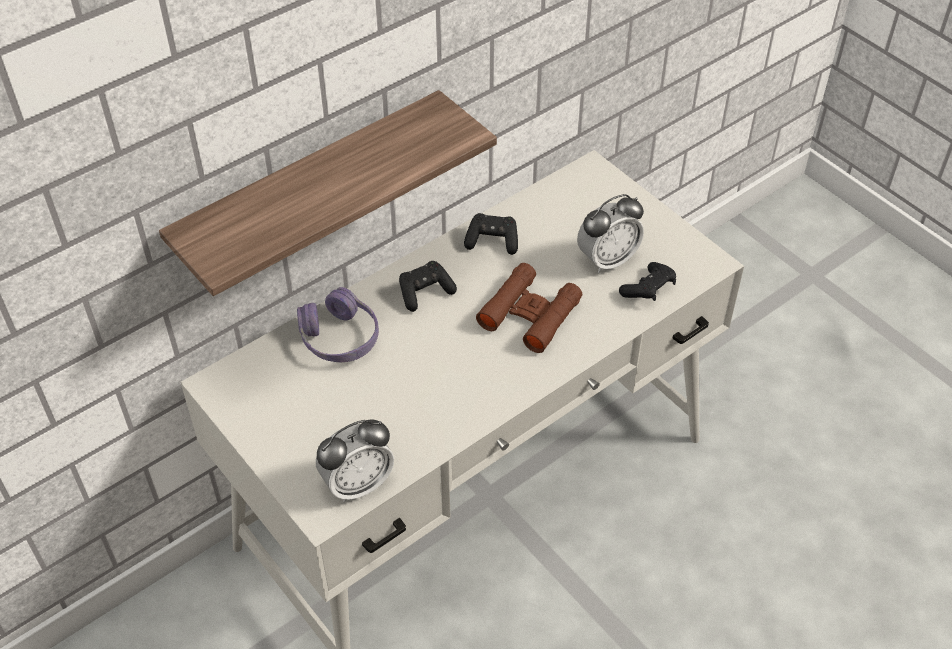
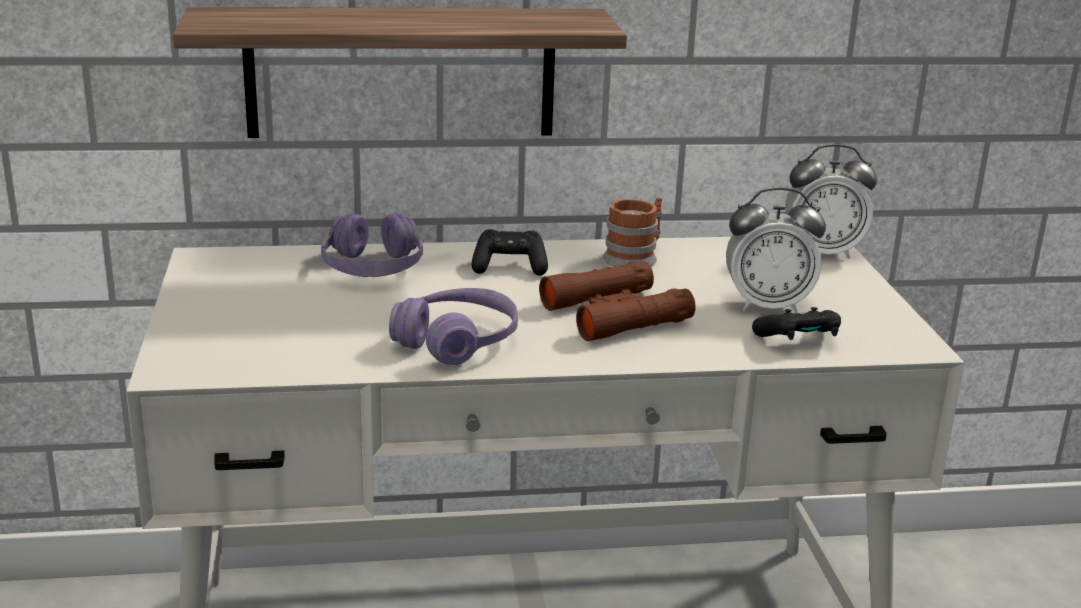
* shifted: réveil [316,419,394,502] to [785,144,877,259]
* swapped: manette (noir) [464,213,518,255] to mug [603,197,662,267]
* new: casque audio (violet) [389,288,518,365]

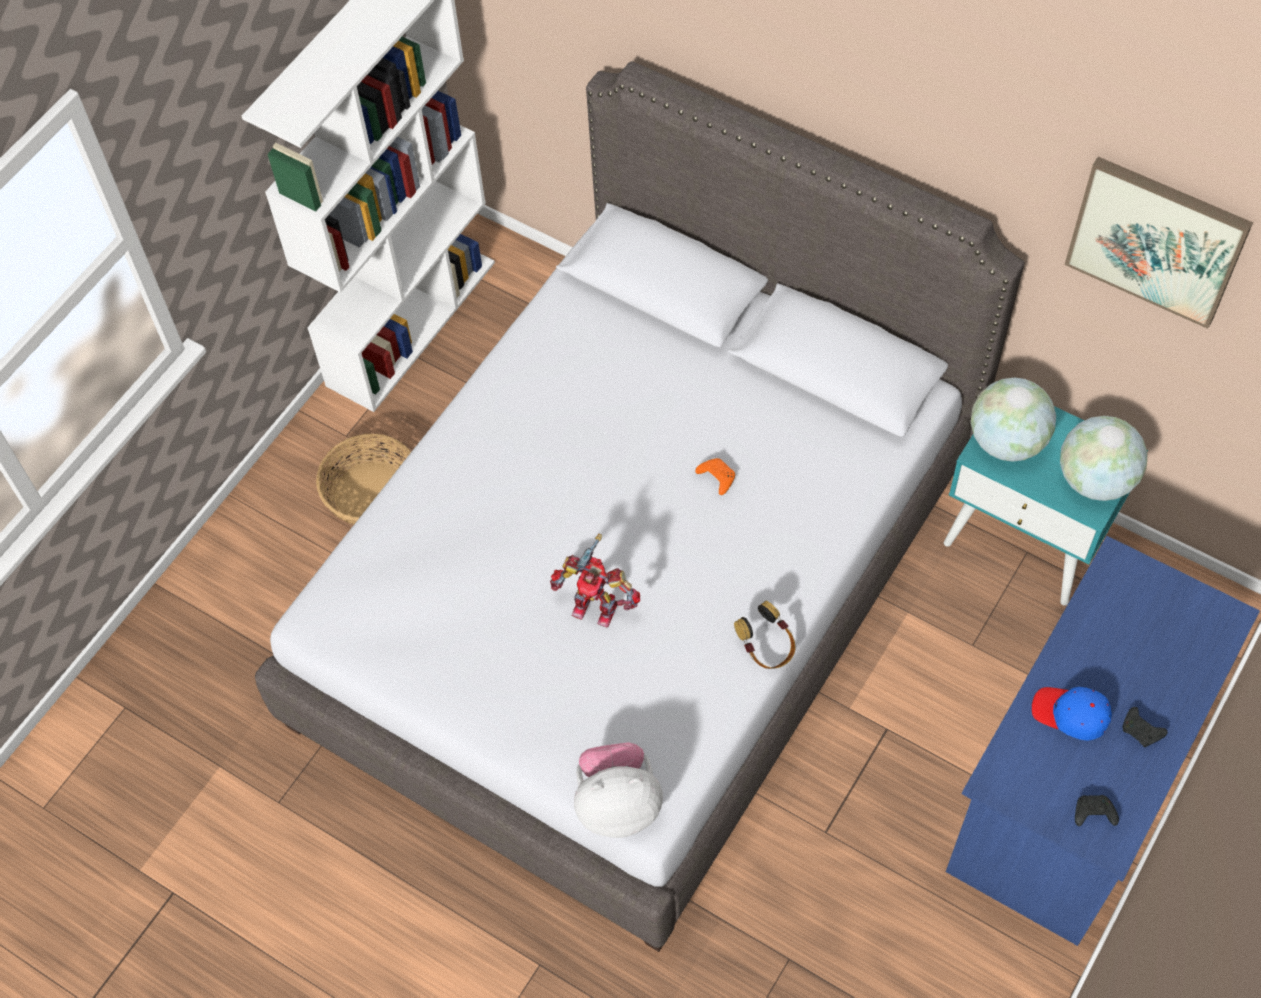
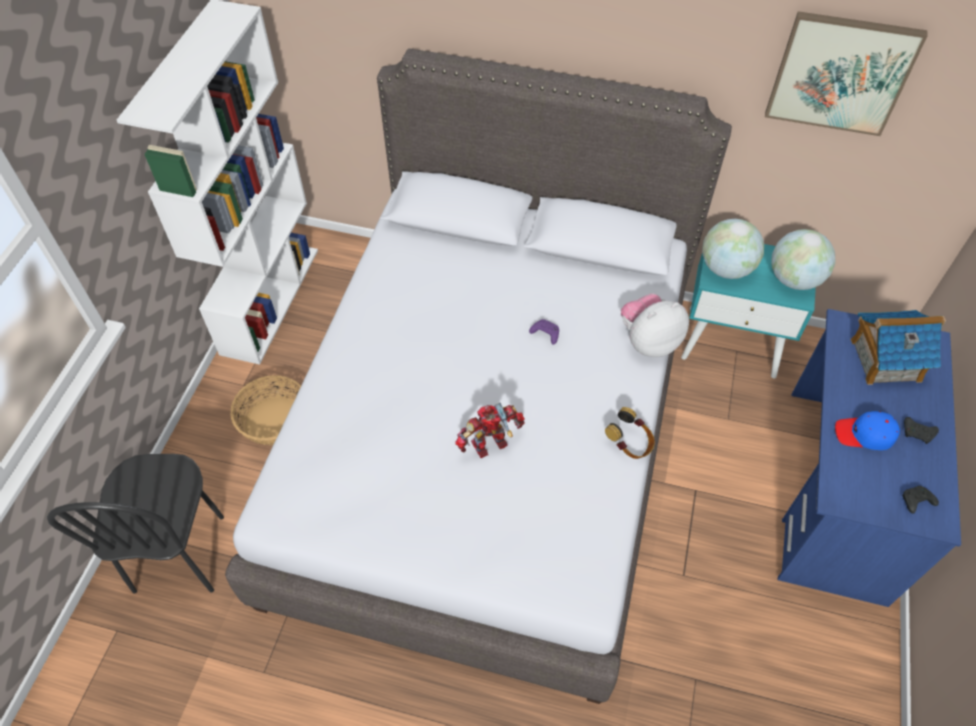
* rotated: robot jouet [550,534,640,627] = [456,403,525,458] 150 degrees clockwise
* shifted: peluche [574,742,663,838] to [621,294,689,357]
* repainted: manette (orange) [695,458,735,495] to manette (violet) [529,319,559,344]
* new: chaise (noir) [47,454,224,594]
* new: maison miniature [850,310,946,385]

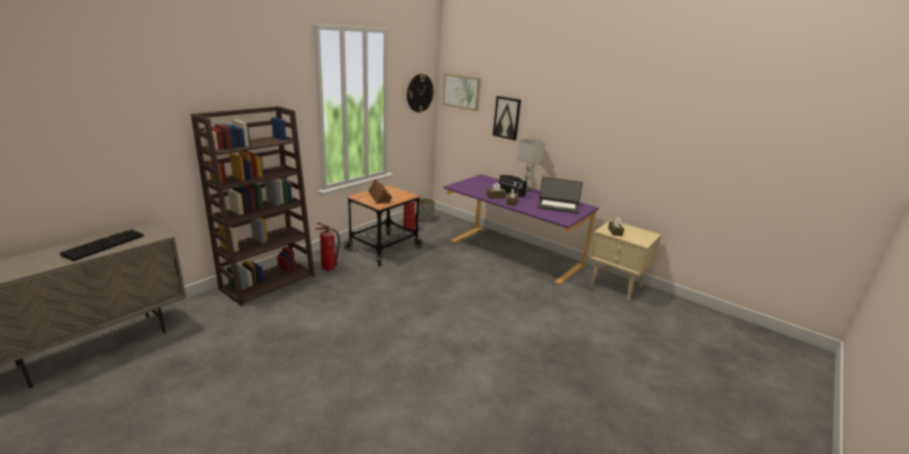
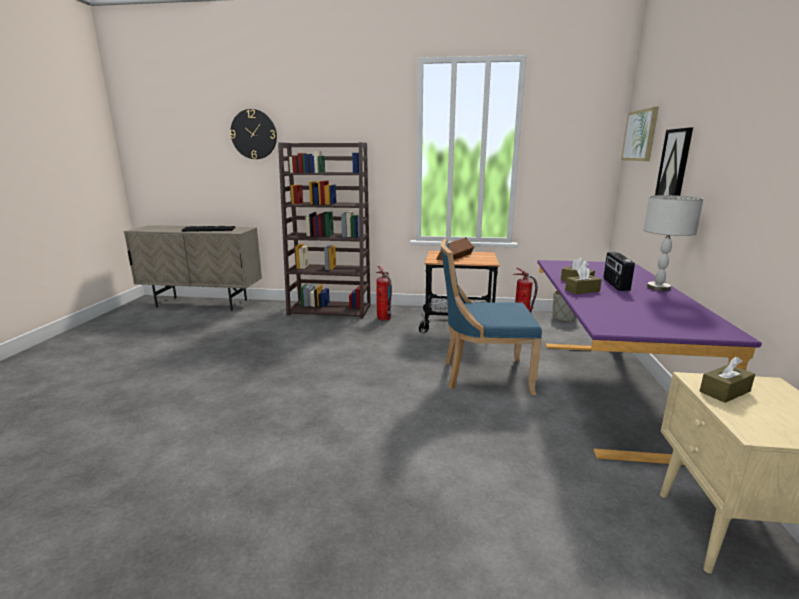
* shifted: horloge murale [407,74,434,113] to [230,109,277,159]
* gone: ordinateur portable [537,177,583,214]
* new: chaise (bleu) [441,238,542,395]

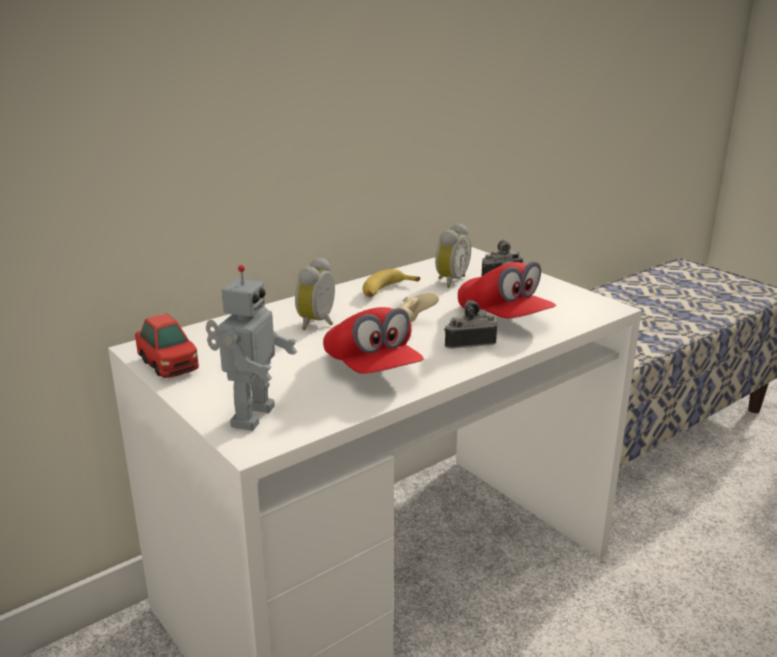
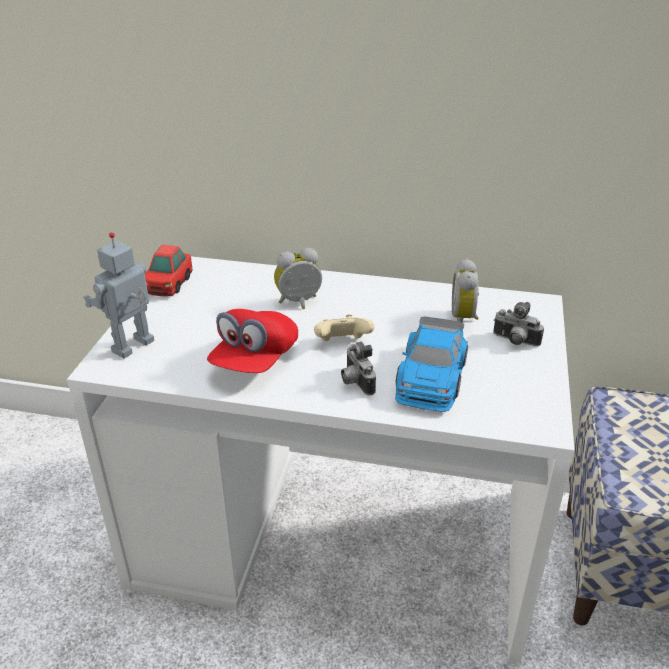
* rotated: robot jouet [206,265,297,431] = [84,233,154,358] 150 degrees clockwise
* gone: banane [362,269,420,297]
* rotated: réveil [435,223,471,288] = [452,258,479,322] 105 degrees clockwise
* rotated: appareil photo [444,300,497,349] = [341,342,376,395] 150 degrees counterclockwise
* swapped: casquette (rouge) [458,261,556,318] to petite voiture [395,317,468,412]

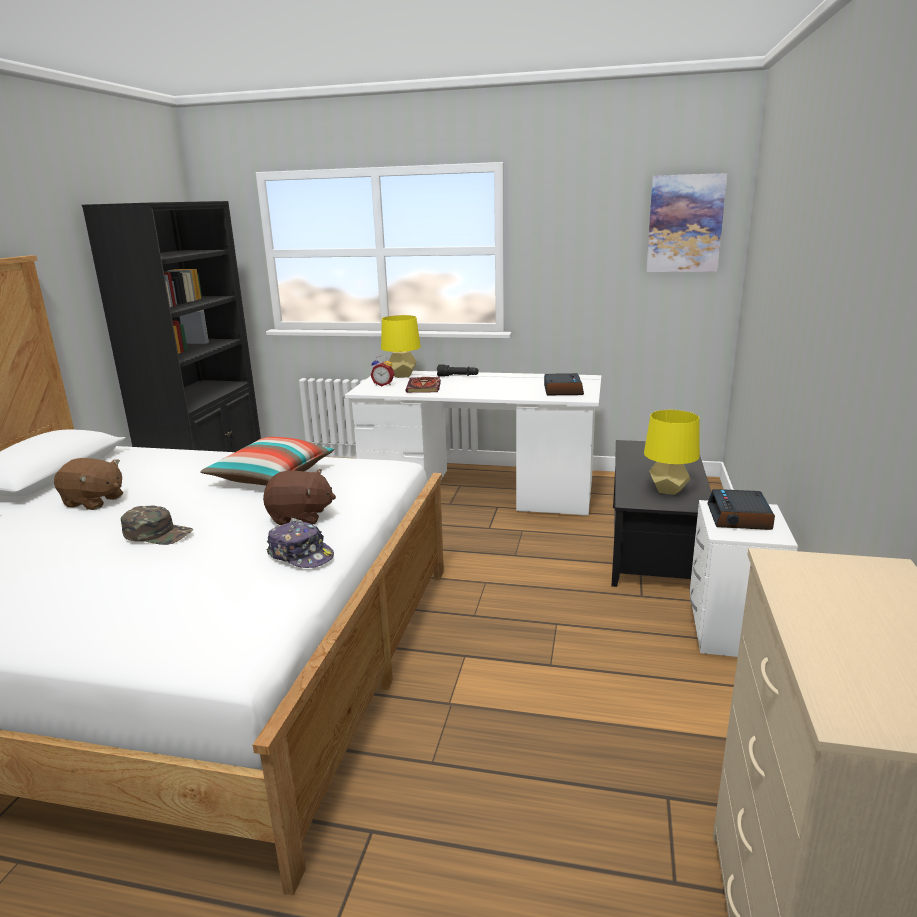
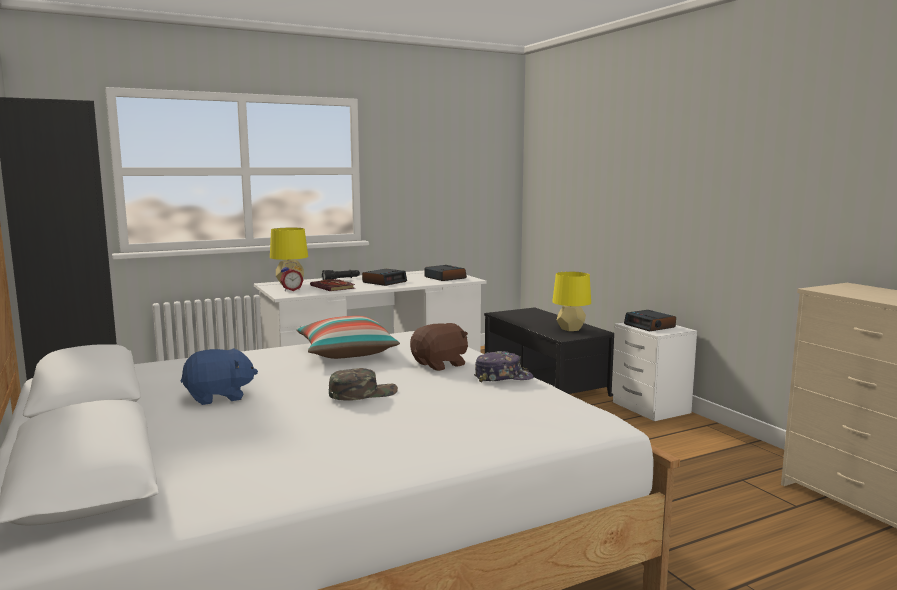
* repainted: peluche (marron) [54,458,123,510] to peluche (bleu) [181,349,258,405]
* gone: tableau [646,173,727,272]
* new: réveil [362,269,407,286]

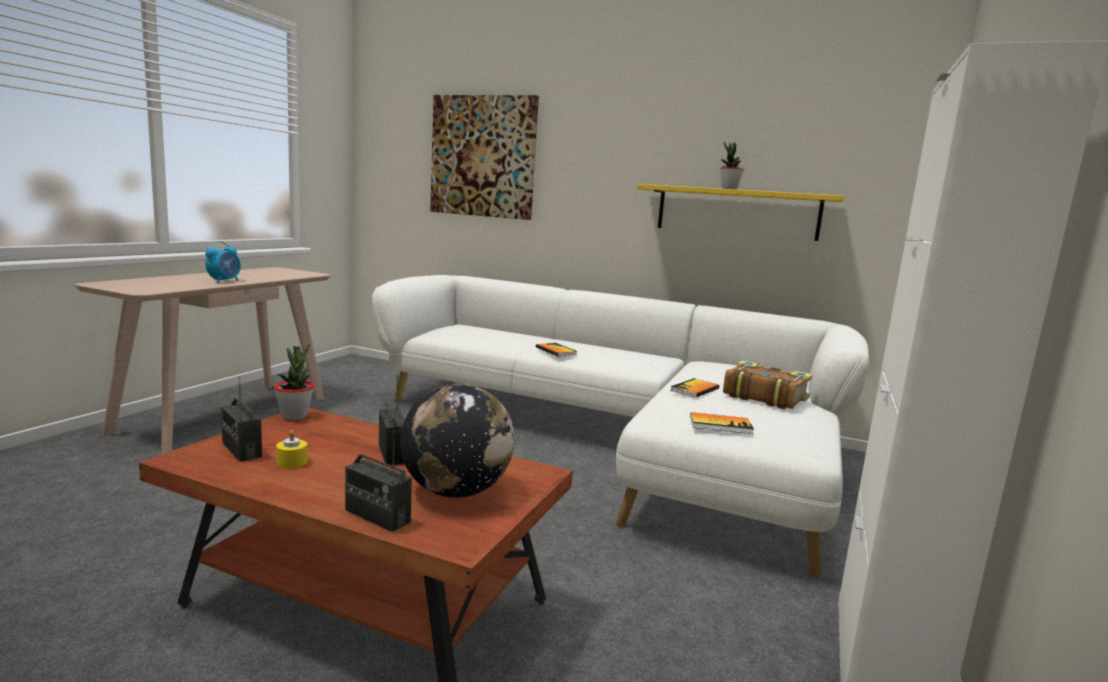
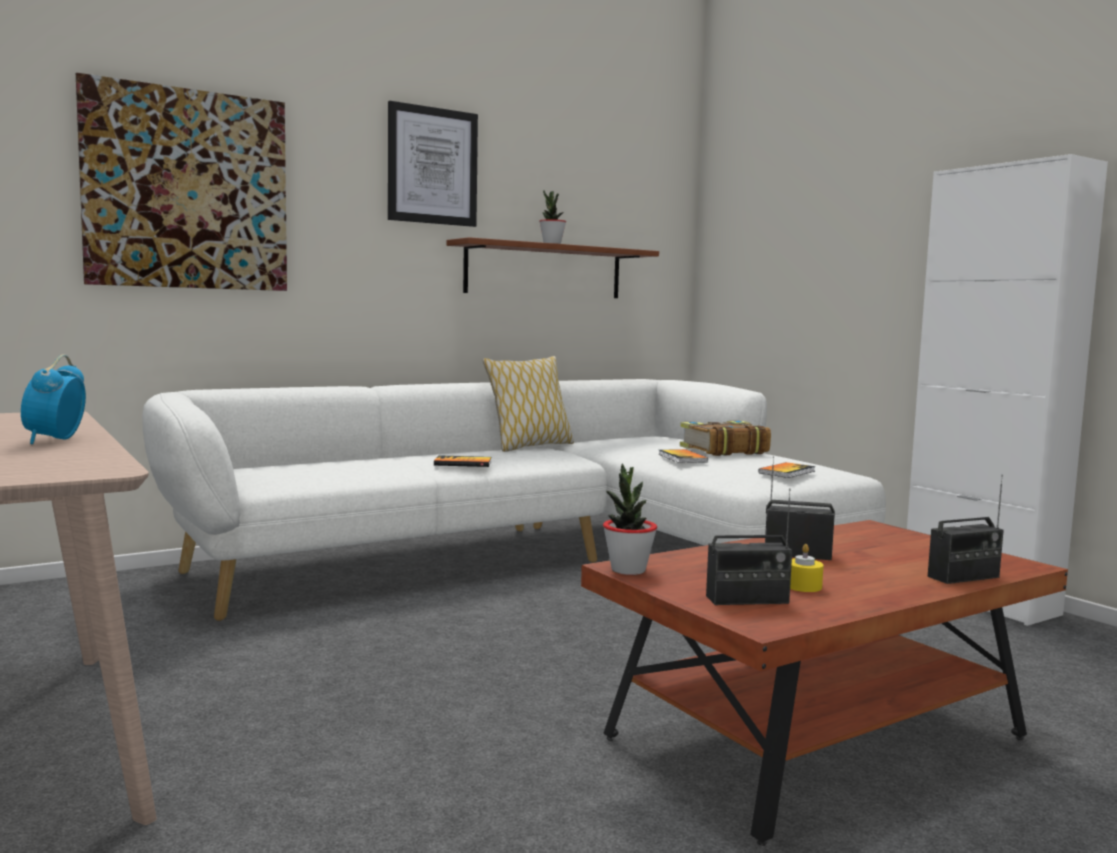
* rotated: réveil [205,241,241,283] = [21,354,86,444] 150 degrees counterclockwise
* gone: globe [400,384,514,498]
* repainted: étagère (jaune) [637,184,844,241] to étagère (marron) [447,237,659,298]
* new: tableau [388,101,478,227]
* new: coussin [483,356,574,452]

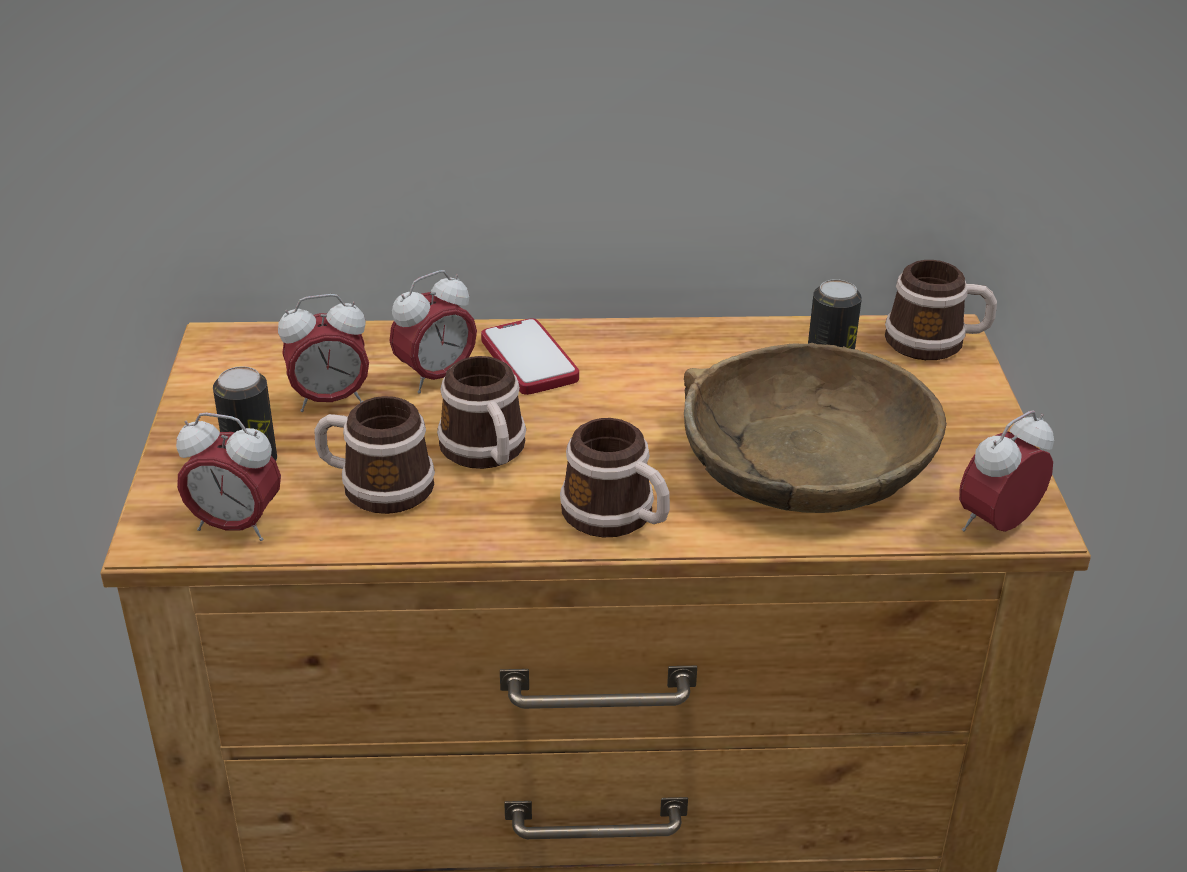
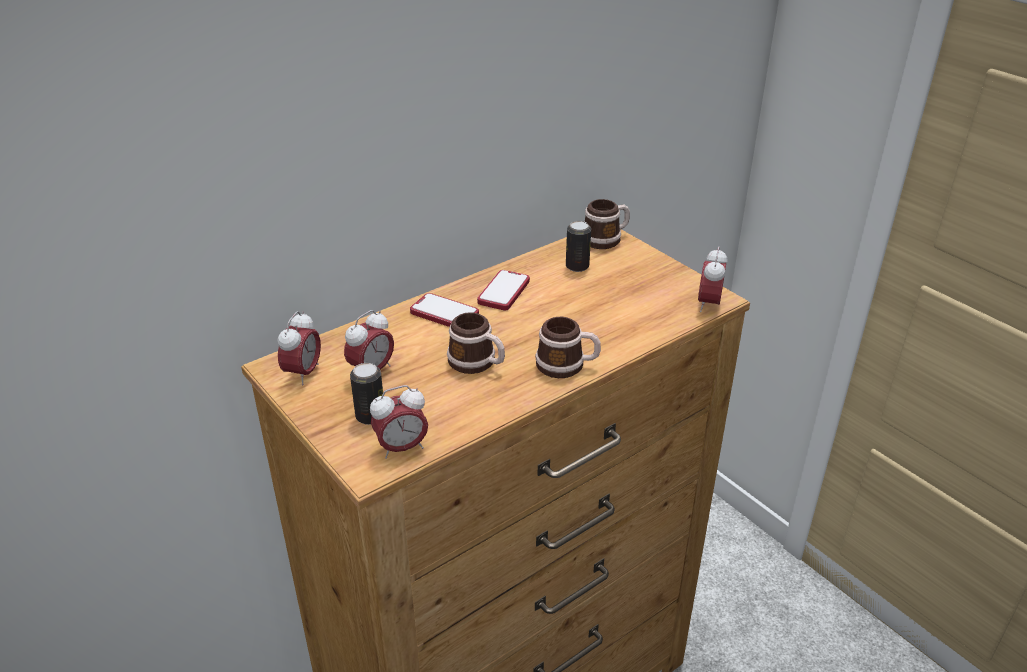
* gone: mug [314,396,435,514]
* shifted: réveil [390,270,477,393] to [277,311,321,385]
* gone: bol (marron) [684,343,947,513]
* new: téléphone [477,270,530,311]

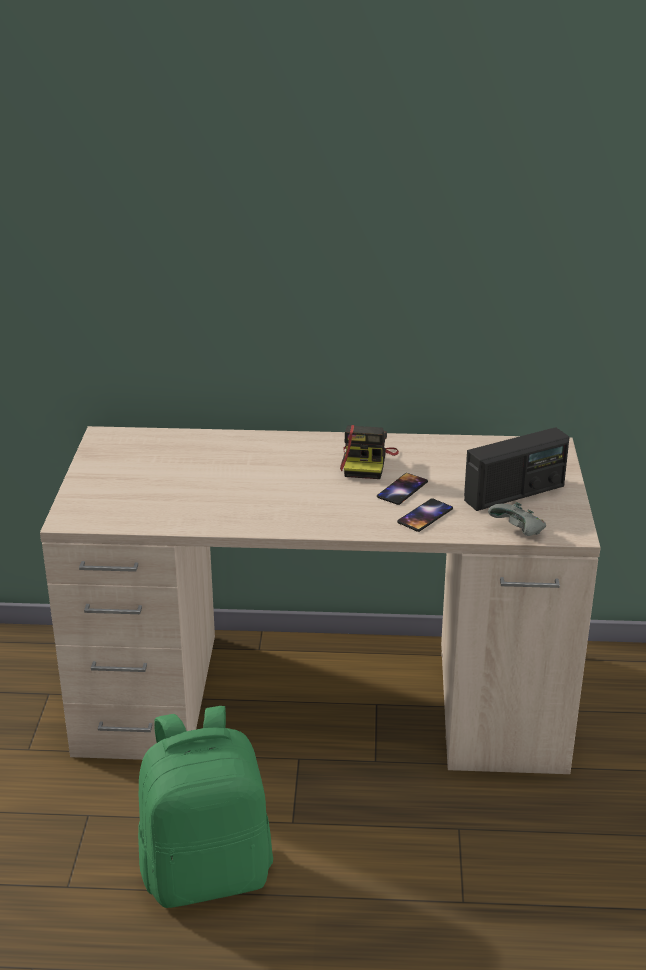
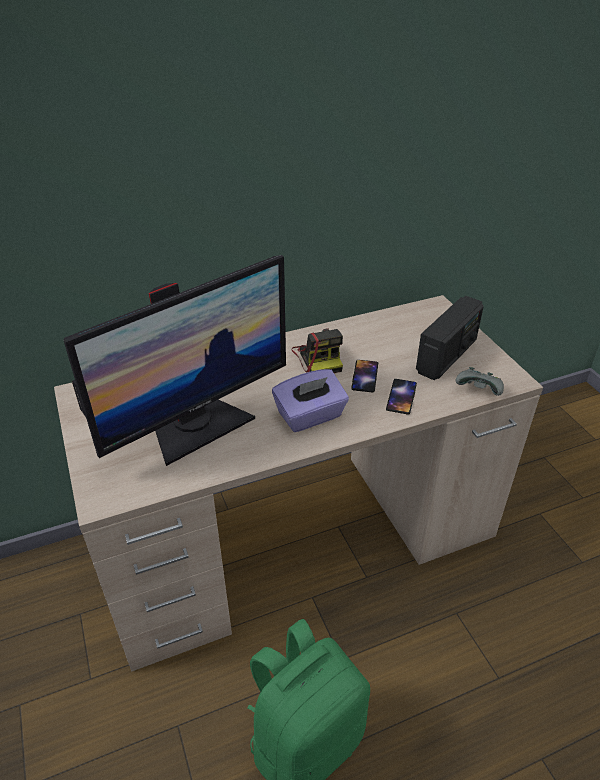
* new: écran d'ordinateur [64,255,286,466]
* new: boîte à mouchoirs (violet) [272,369,349,432]

